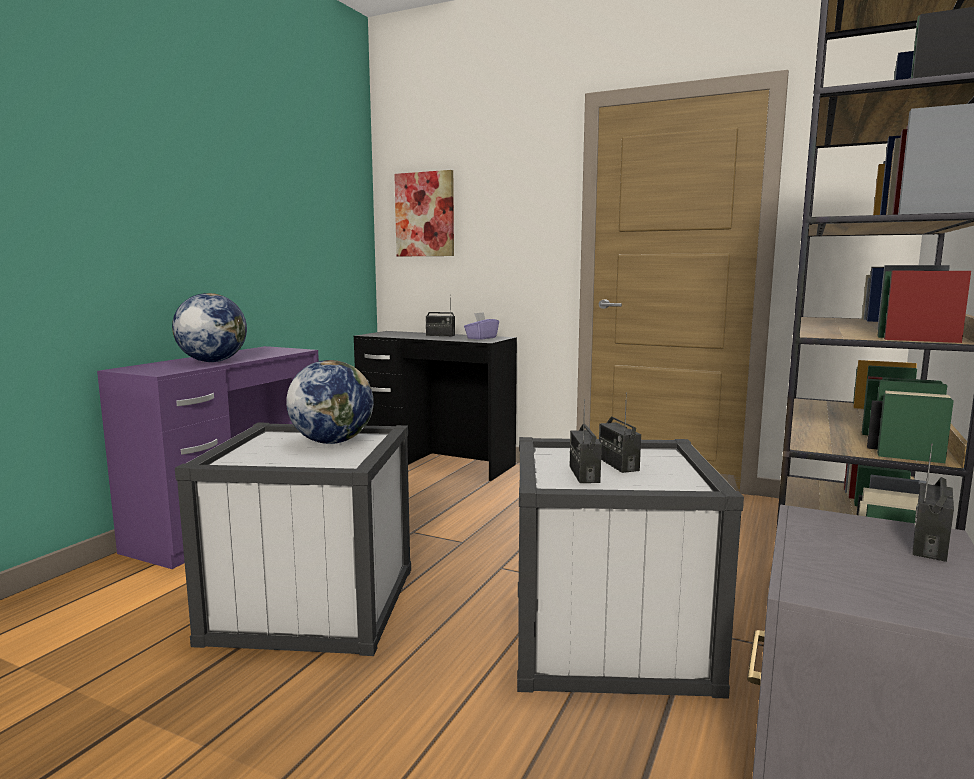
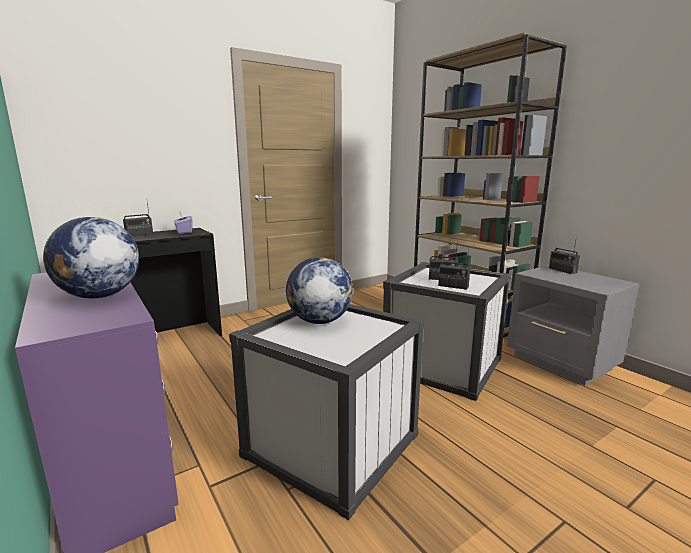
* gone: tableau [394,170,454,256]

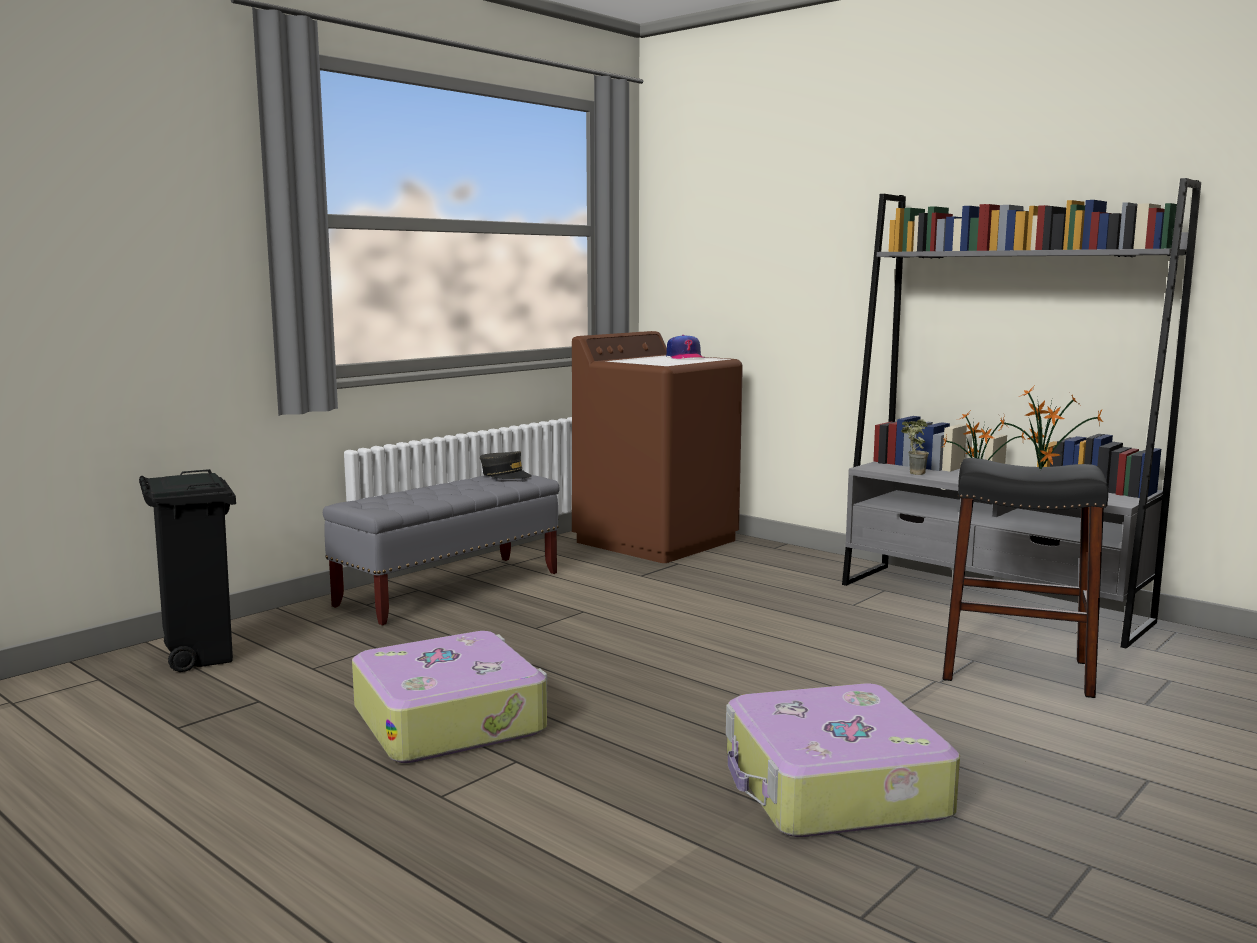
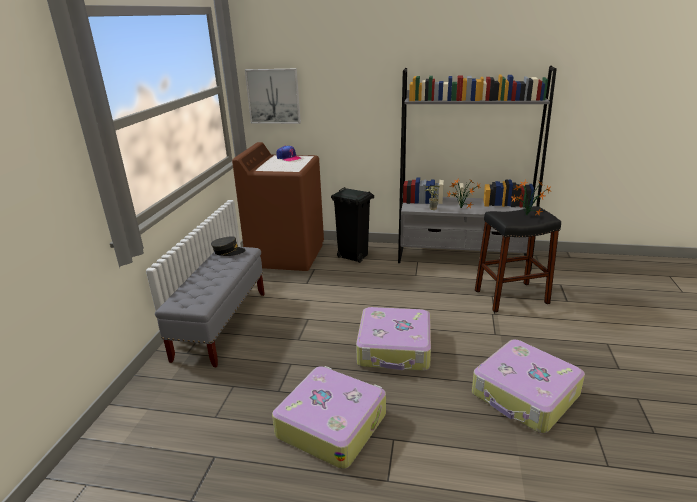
* shifted: poubelle (noir) [139,469,236,672] to [331,187,374,263]
* new: tableau [245,69,301,124]
* new: valise [356,307,431,371]

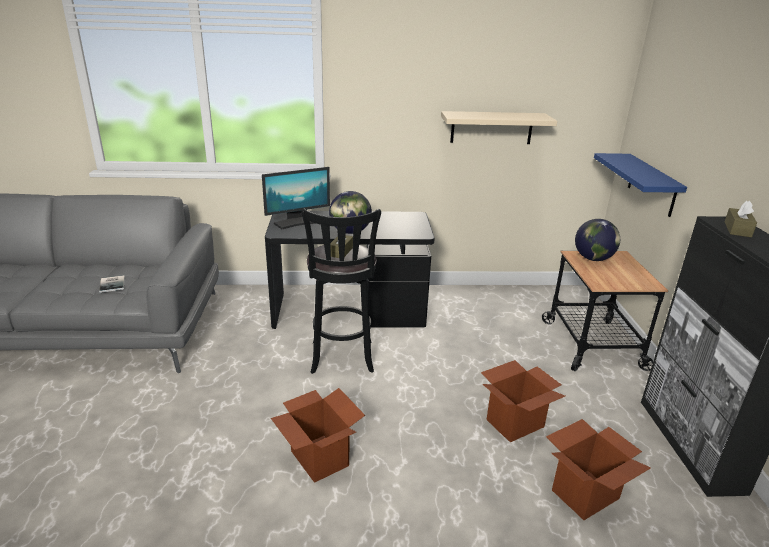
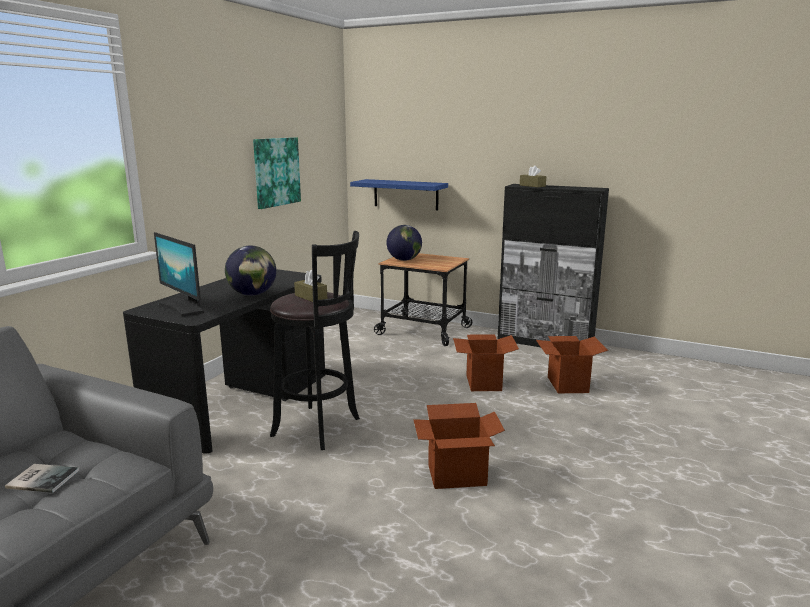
* rotated: écran d'ordinateur [262,167,330,229] = [154,232,204,317] 135 degrees clockwise
* swapped: étagère (beige) [441,111,557,144] to tableau [253,137,301,209]

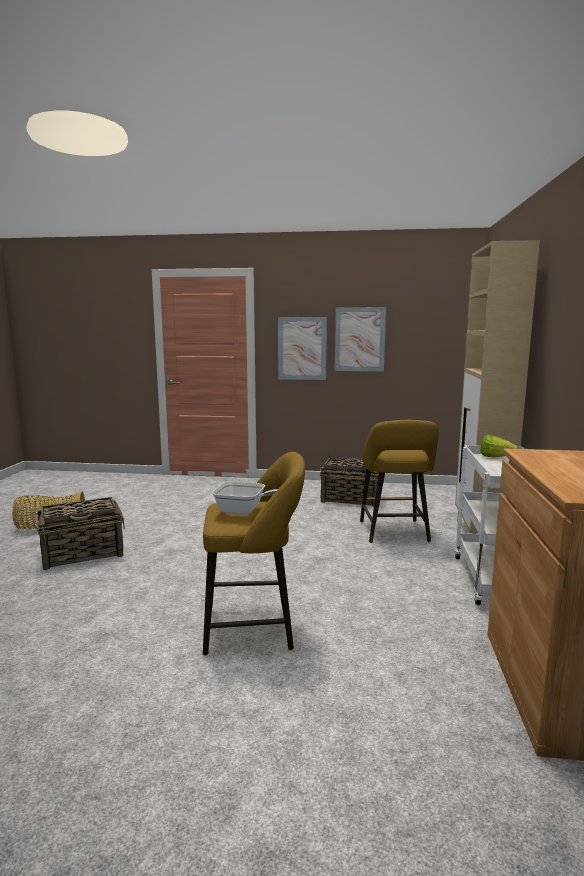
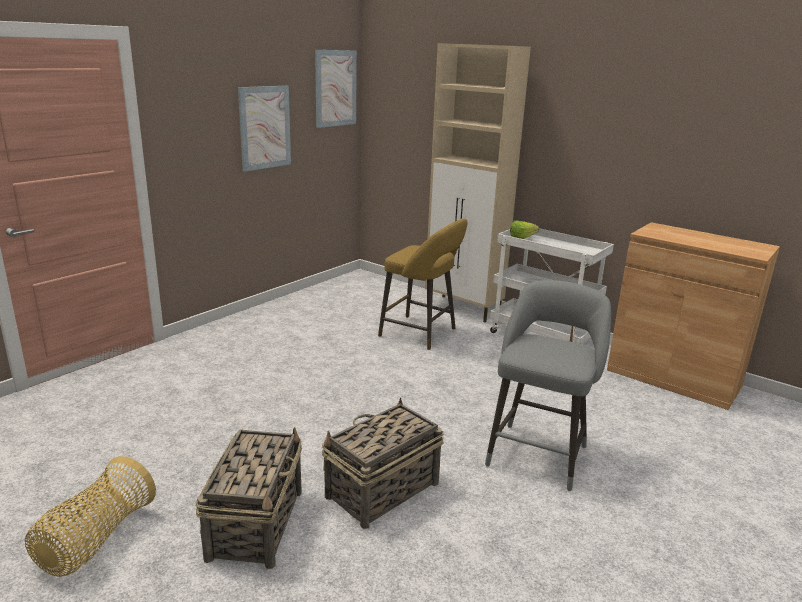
* repainted: tabouret (jaune) [203,452,305,656] to tabouret (gris) [485,280,611,491]
* gone: poêle [212,481,278,515]
* shifted: tableau [278,317,327,380] to [315,50,357,128]
* shifted: panier [320,454,379,507] to [322,397,444,529]

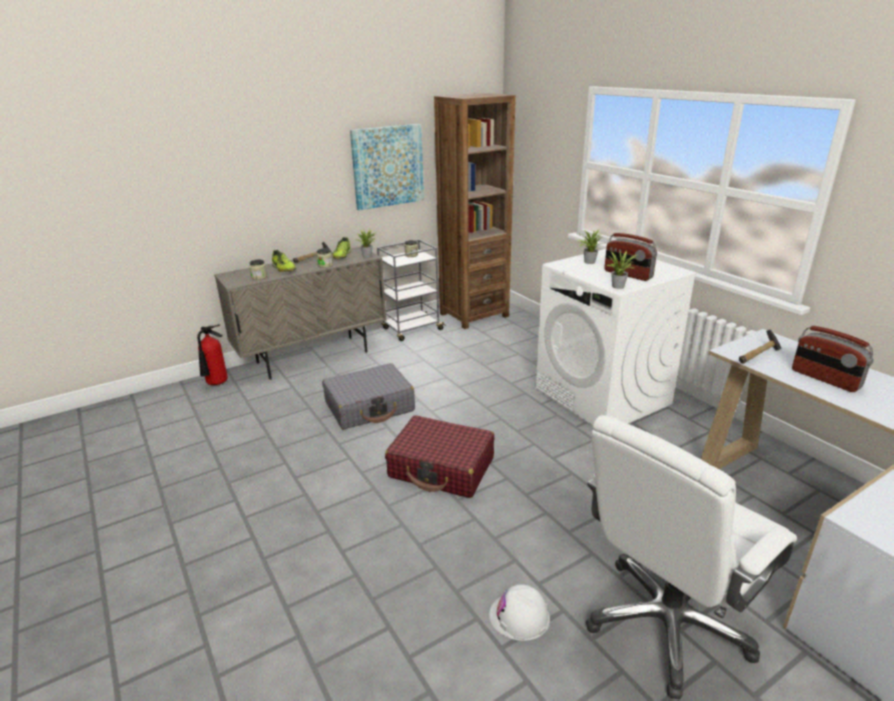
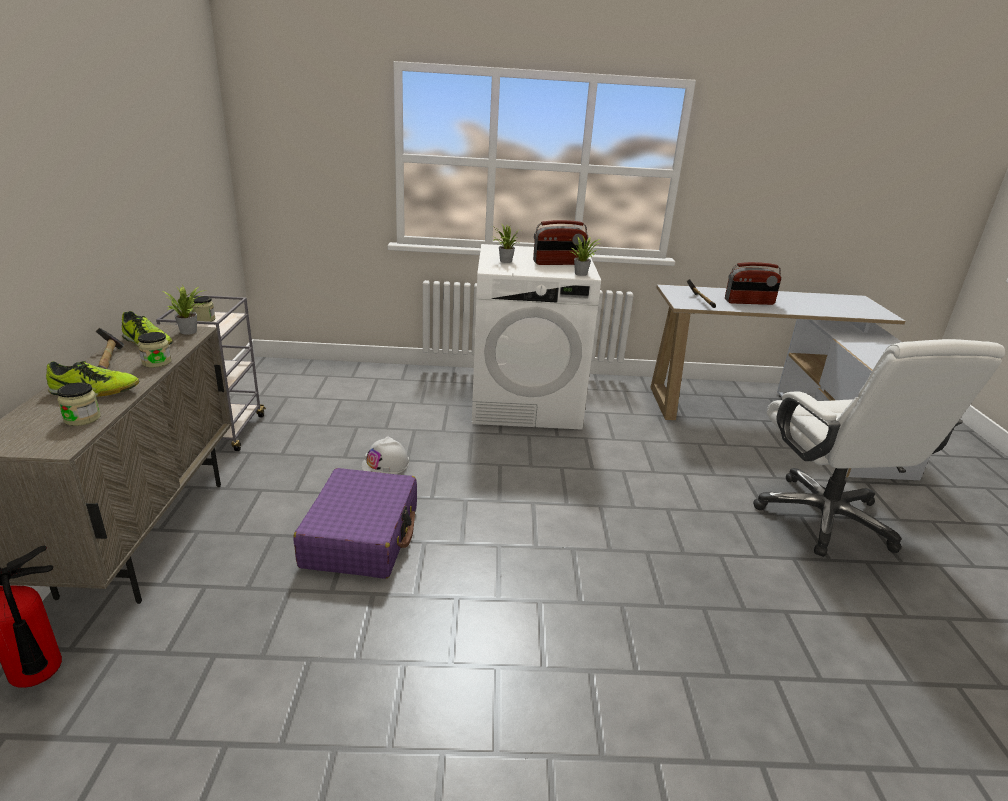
* repainted: valise (gris) [322,363,415,429] to valise (violet) [293,468,417,579]
* gone: tableau [350,124,424,210]
* gone: valise (rouge) [385,415,494,498]
* gone: bibliothèque (marron) [434,93,516,329]
* shifted: casque de chantier (blanc) [489,584,550,641] to [361,436,409,474]

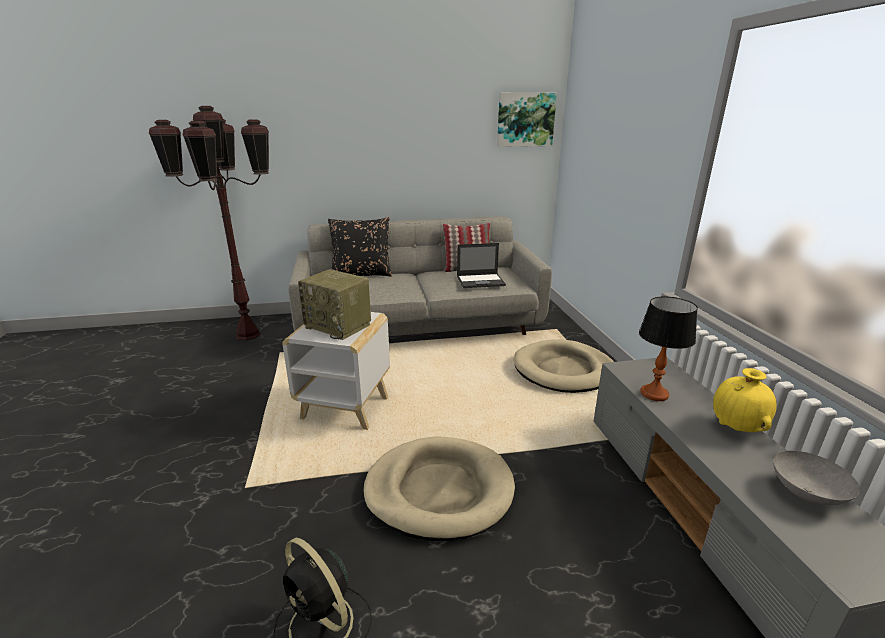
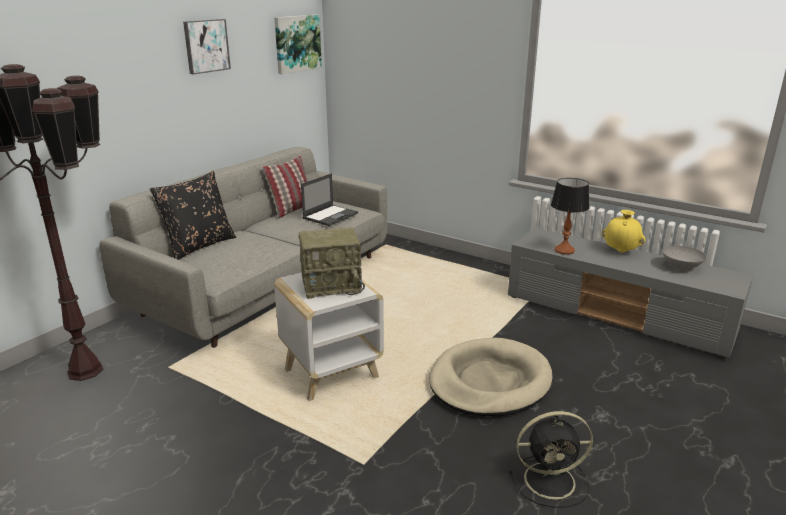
* gone: panier pour chien (beige) [514,340,614,393]
* new: tableau [183,19,231,74]

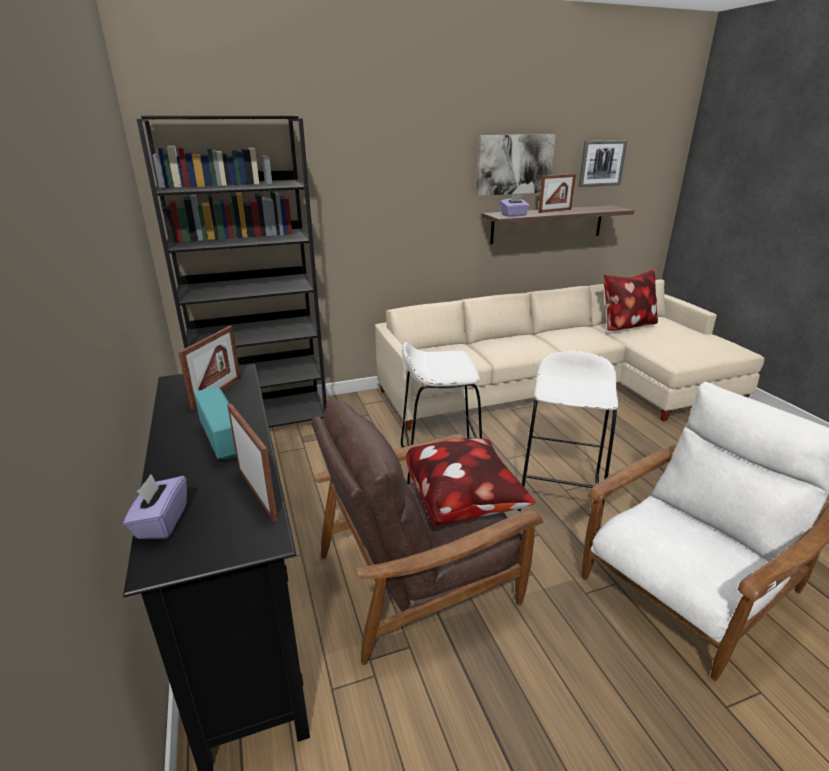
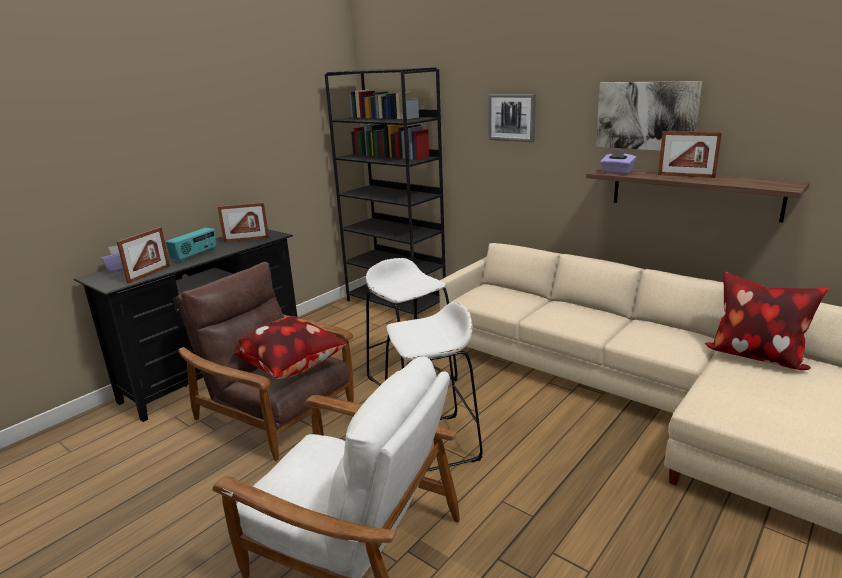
* shifted: tableau [579,140,627,187] to [488,94,536,142]

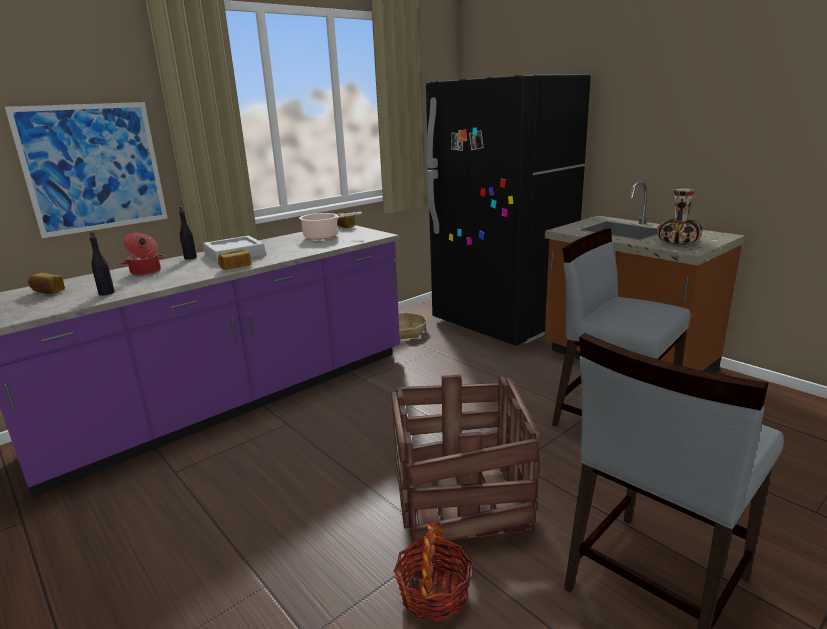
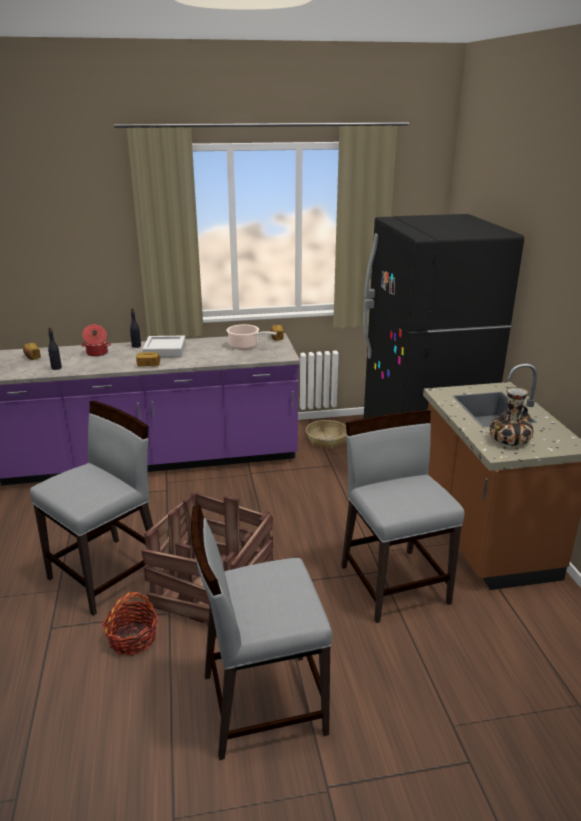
* gone: tableau [5,102,168,238]
* new: chaise (gris) [30,401,153,616]

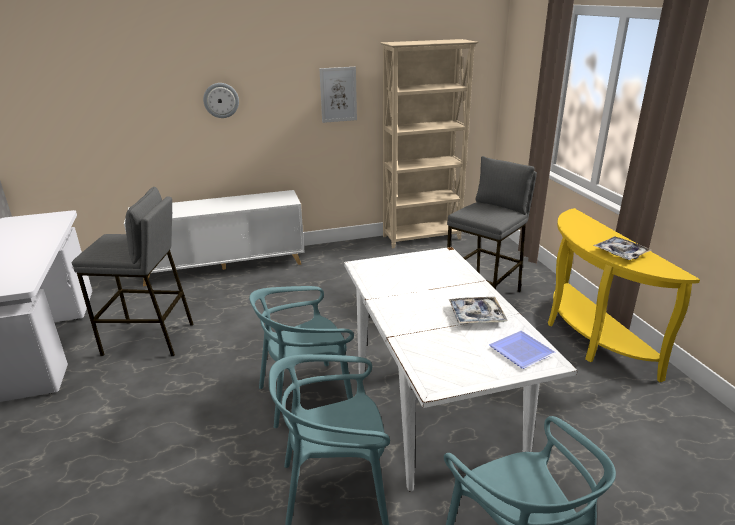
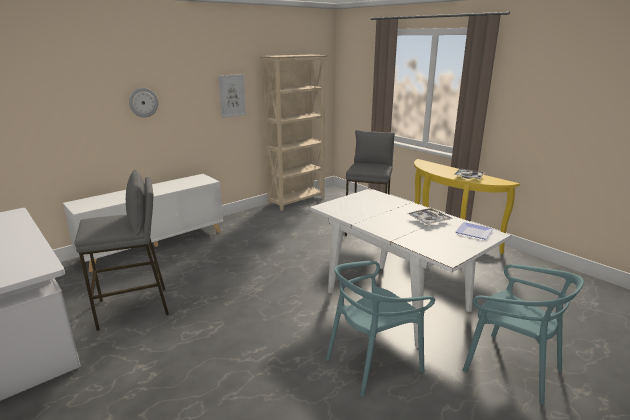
* gone: chaise (turquoise) [249,286,354,428]

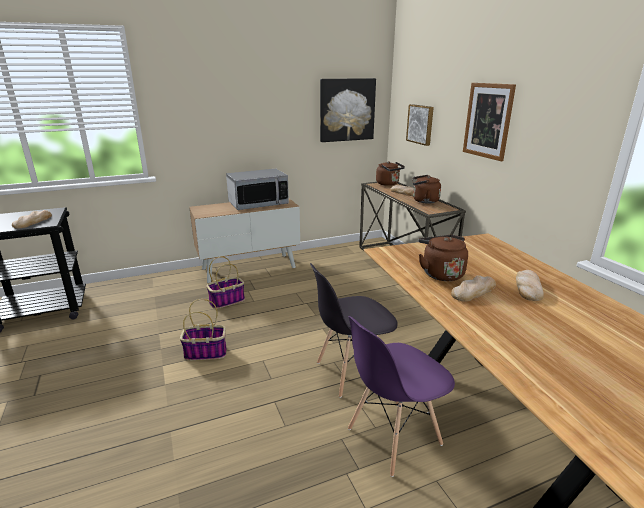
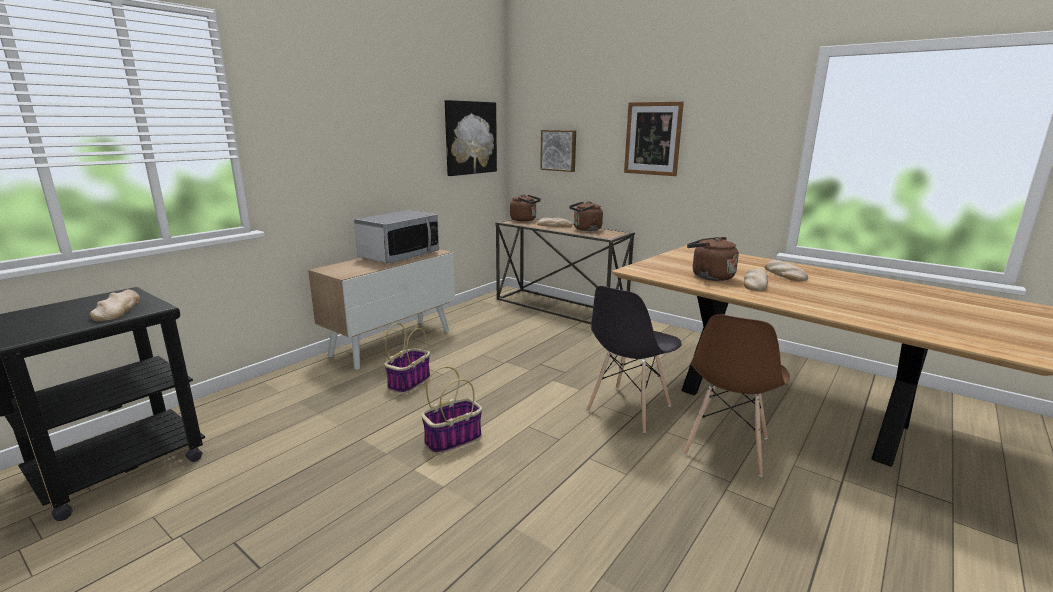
* repainted: chaise (violet) [348,316,455,477] to chaise (marron) [683,314,790,477]

